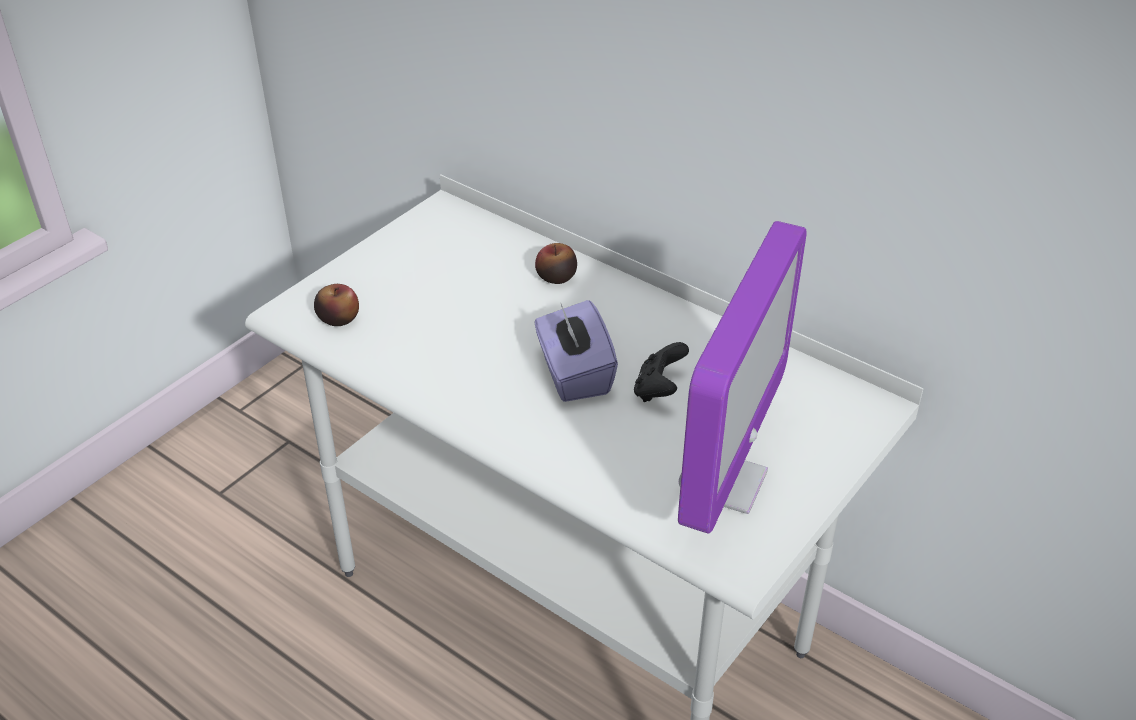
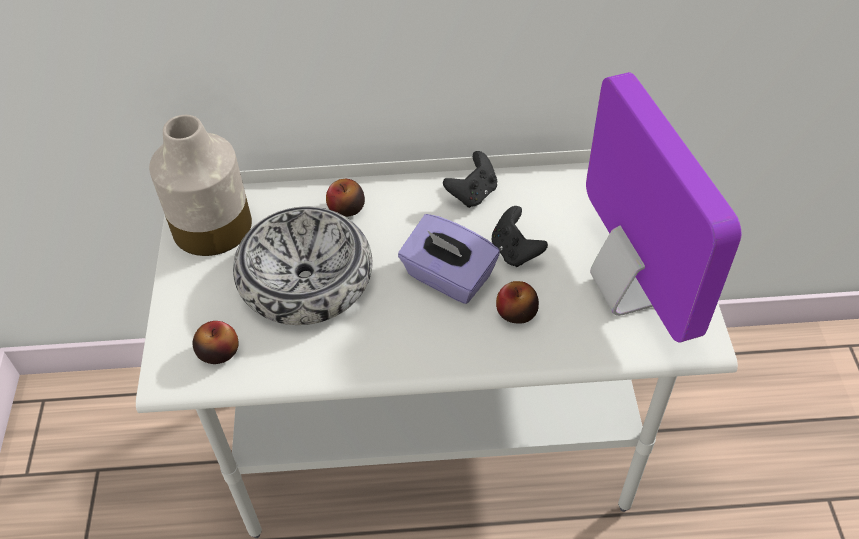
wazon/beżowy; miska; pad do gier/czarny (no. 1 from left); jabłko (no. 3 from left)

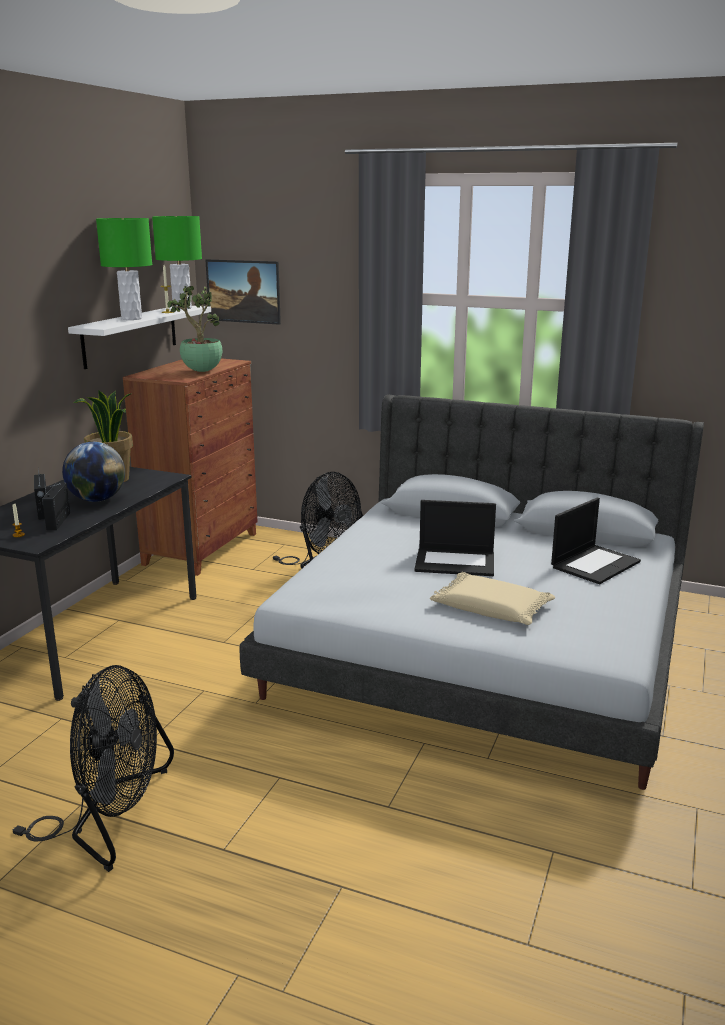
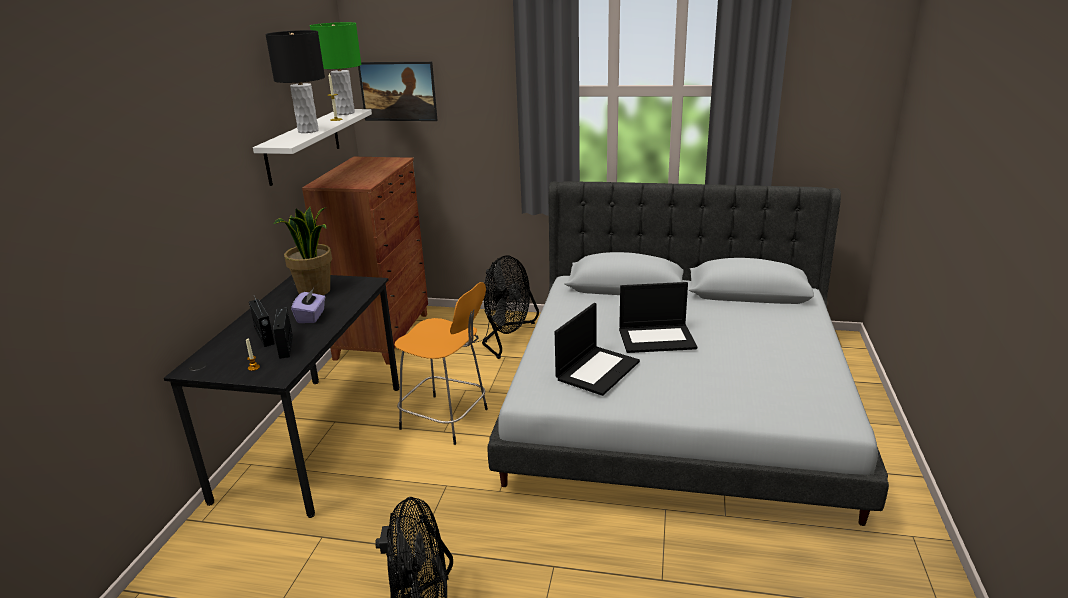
roślina doniczkowa (no. 2 from left in the first image); poduszka/beżowy; stołek/pomarańczowy; laptop (no. 1 from left); pudełko chusteczek/fioletowy; lampa stołowa/czarny

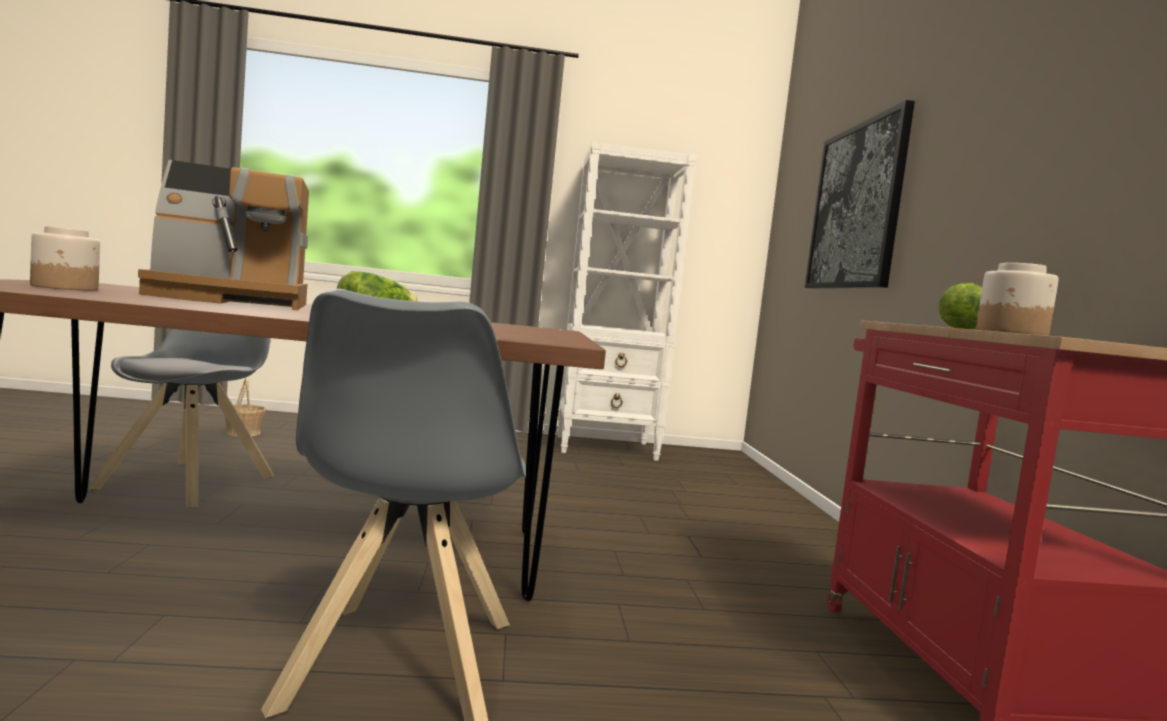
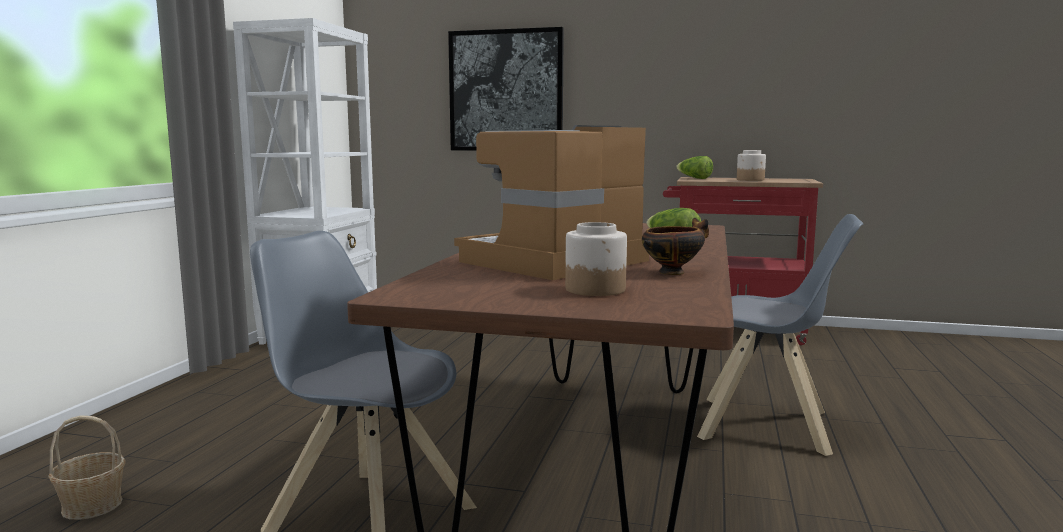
miska; ekspres do kawy

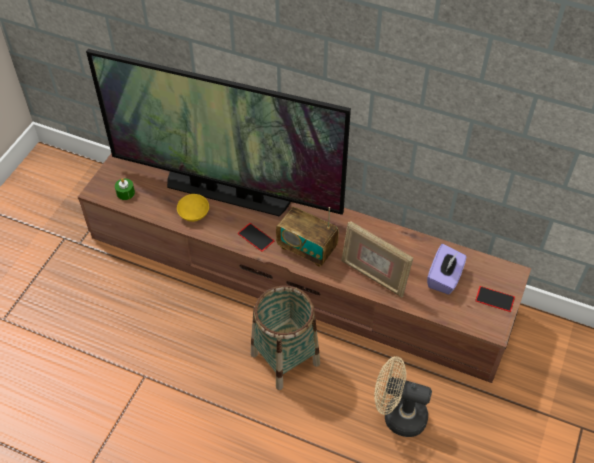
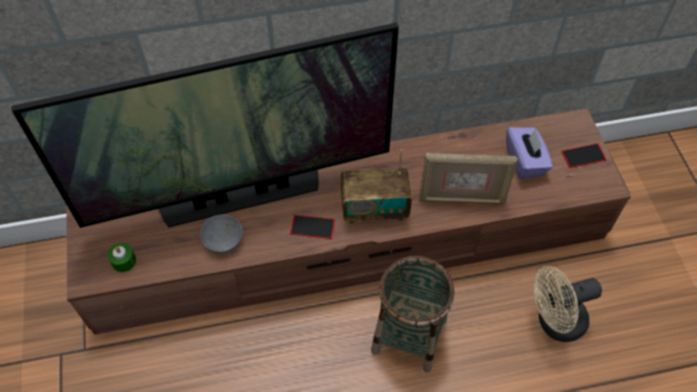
miska/szary

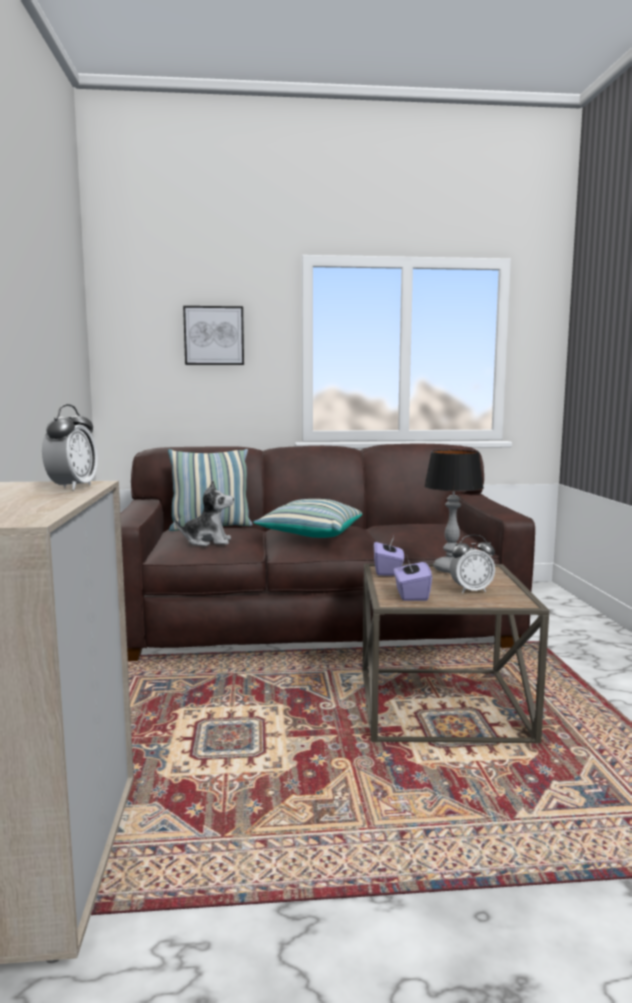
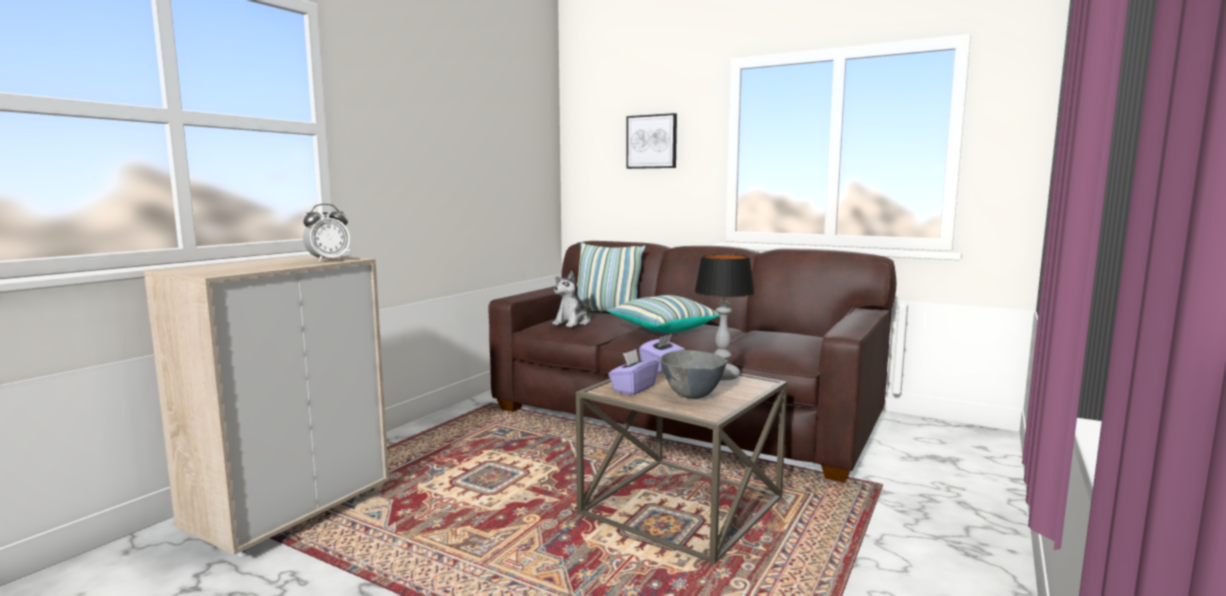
miska/szary; pluszak

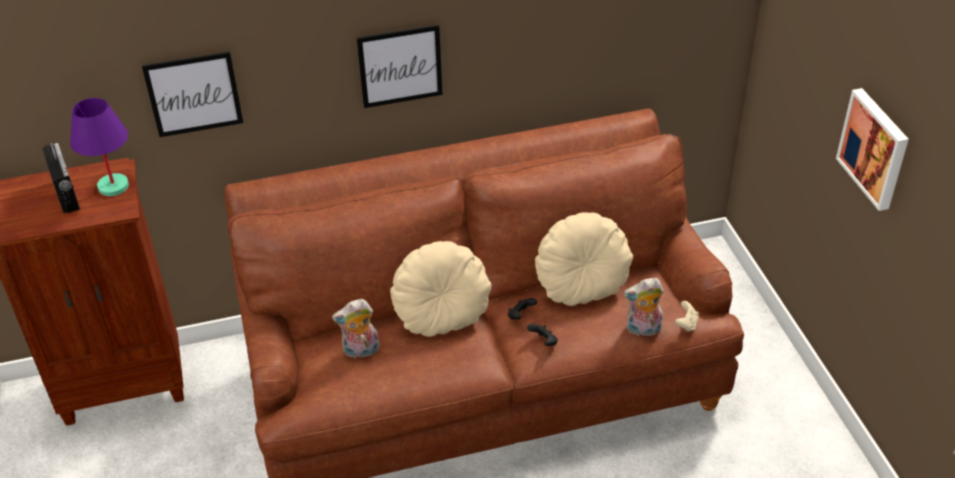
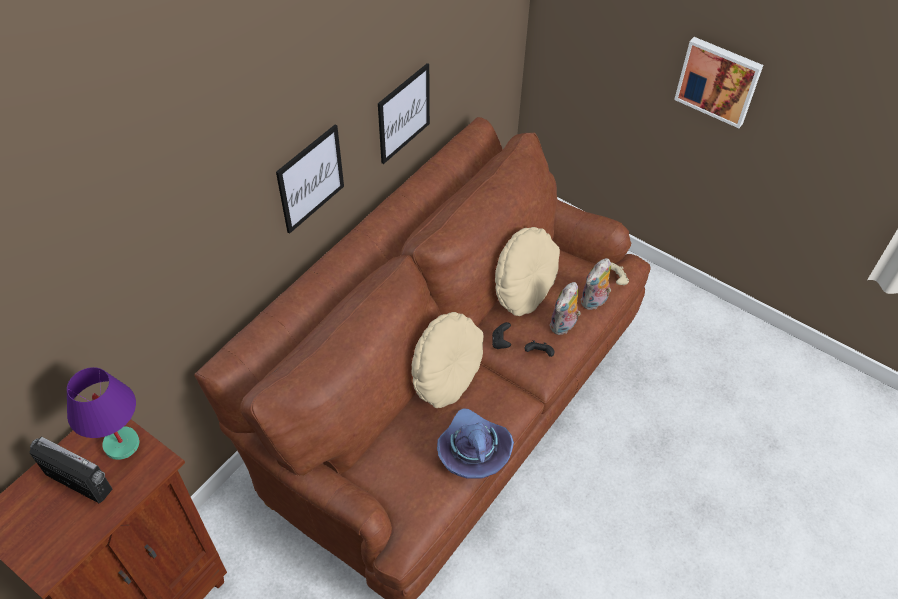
kapelusz/fioletowy; obraz (no. 2 from left); pluszak (no. 1 from left)

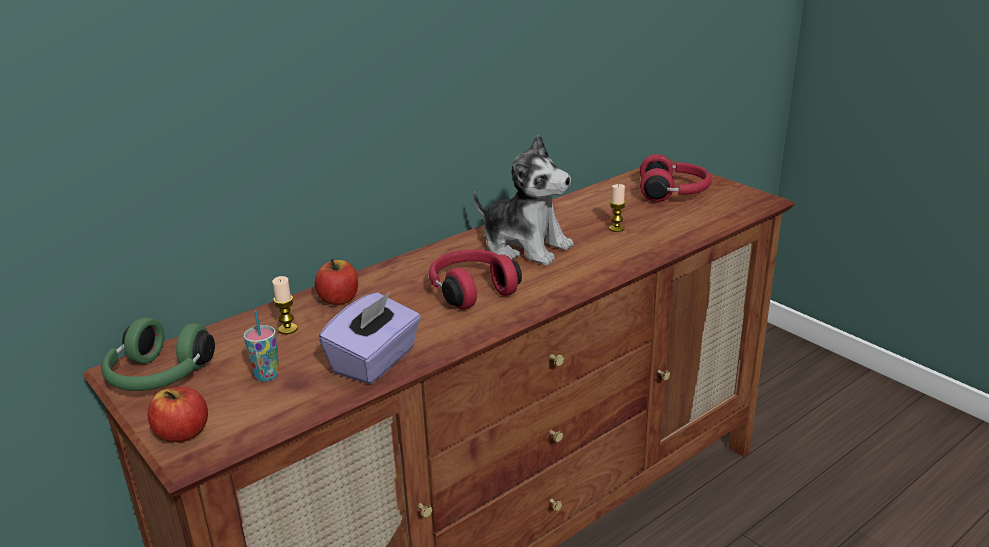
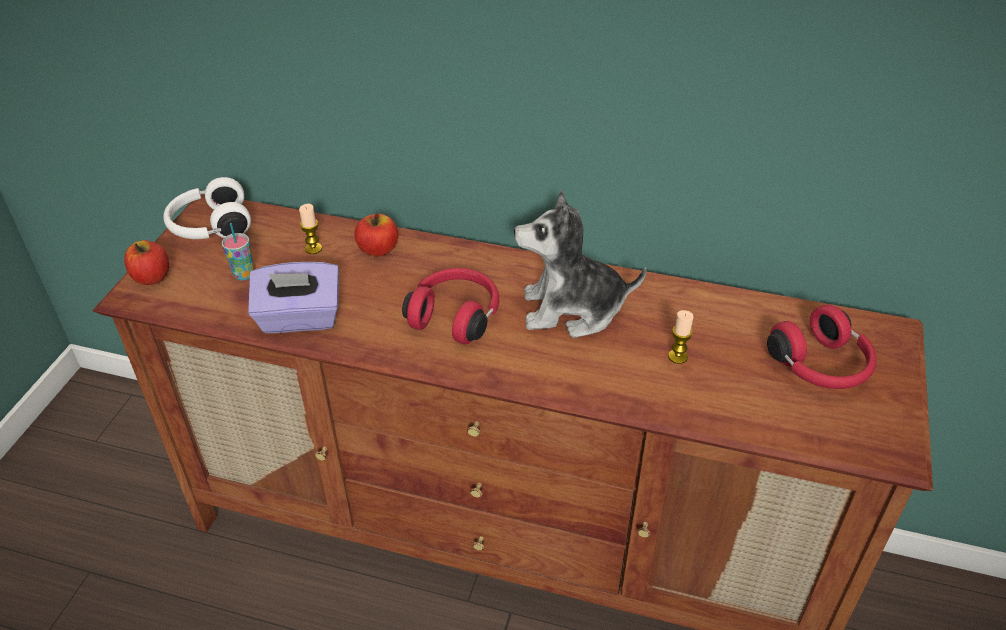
słuchawki/biały; pluszak

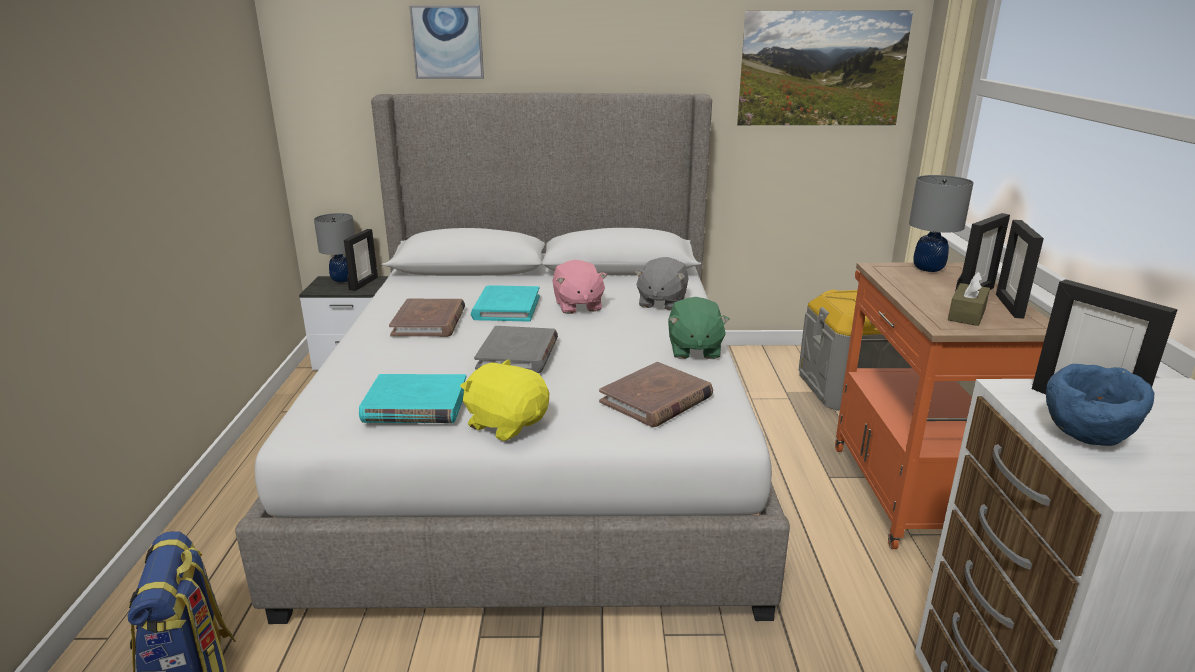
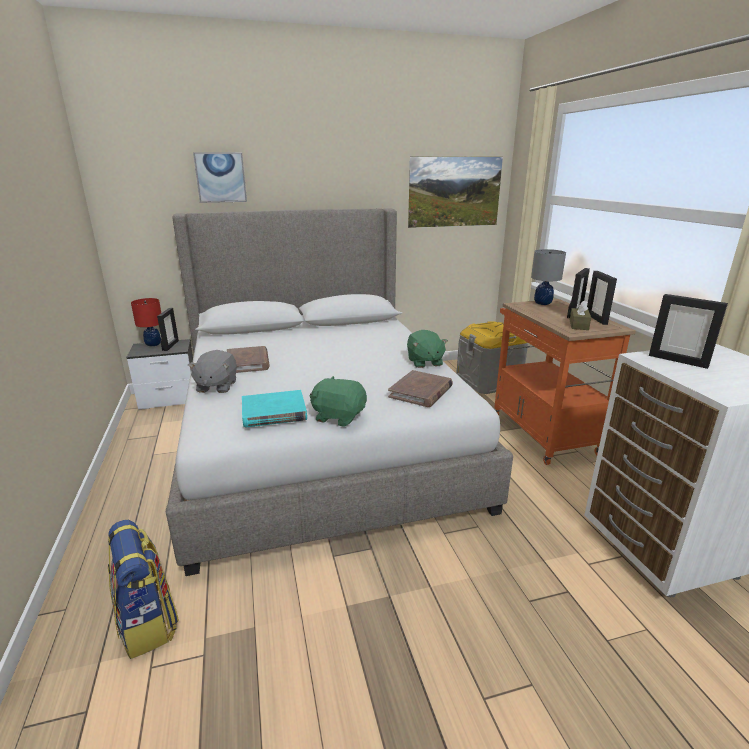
książka/turkusowy (no. 2 from left in the first image); książka/szary; pluszak/różowy; miska/niebieski; pluszak/szary; lampa stołowa/czerwony; pluszak/zielony (no. 1 from left)

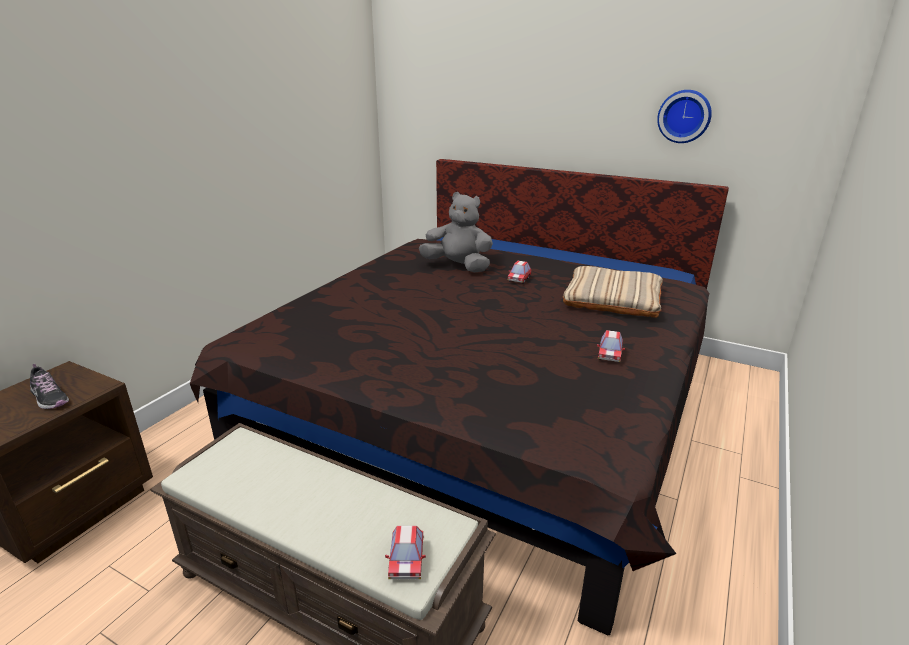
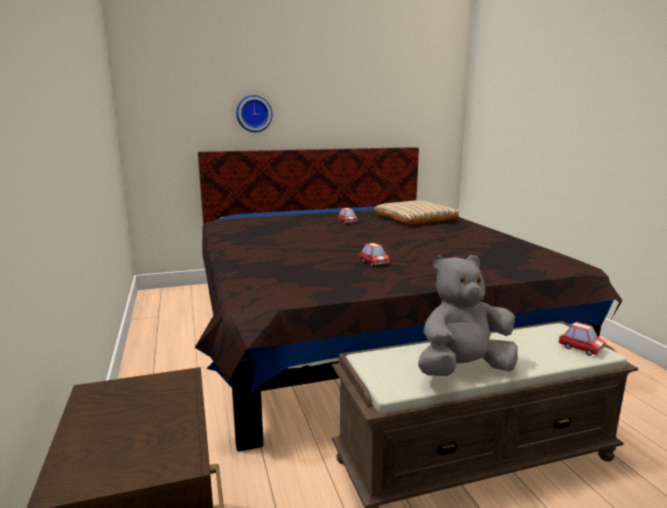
but; pluszak/szary; samochodzik (no. 2 from left); zegar ścienny

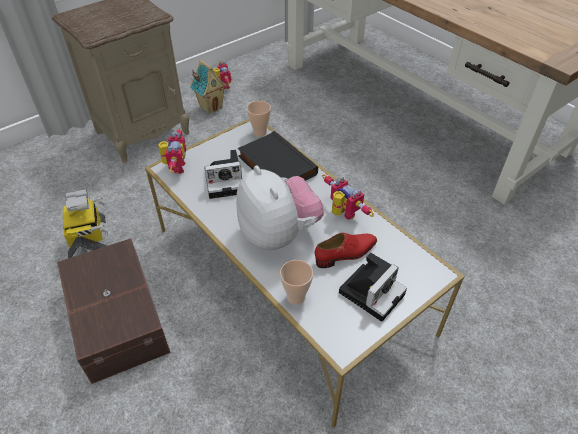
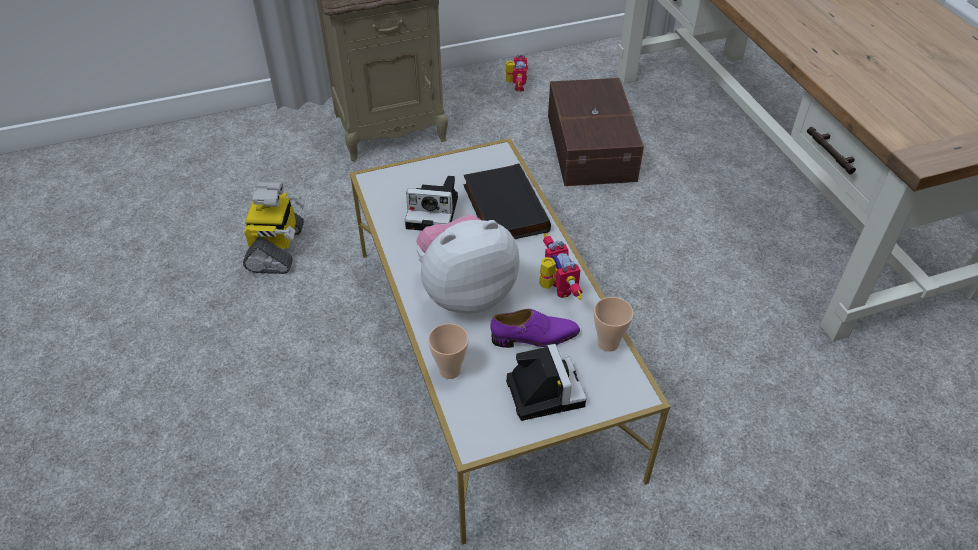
robot zabawkowy (no. 2 from left in the first image); domek; pojemnik do przechowywania/brązowy; filiżanka (no. 2 from left); but/fioletowy; pluszak; aparat fotograficzny (no. 2 from left)

